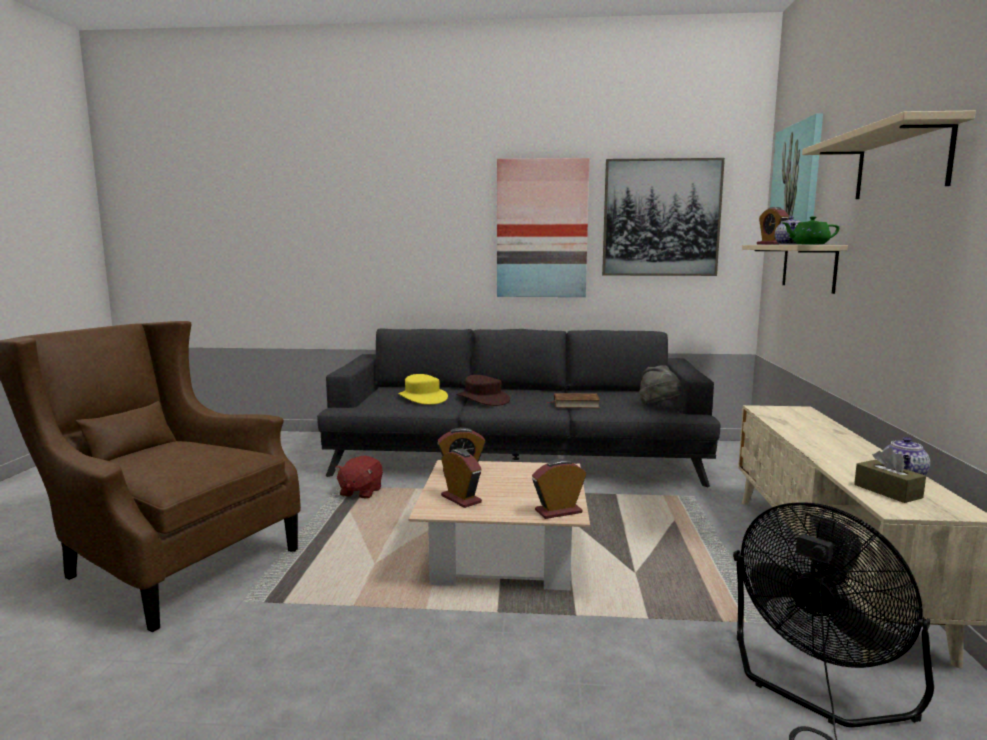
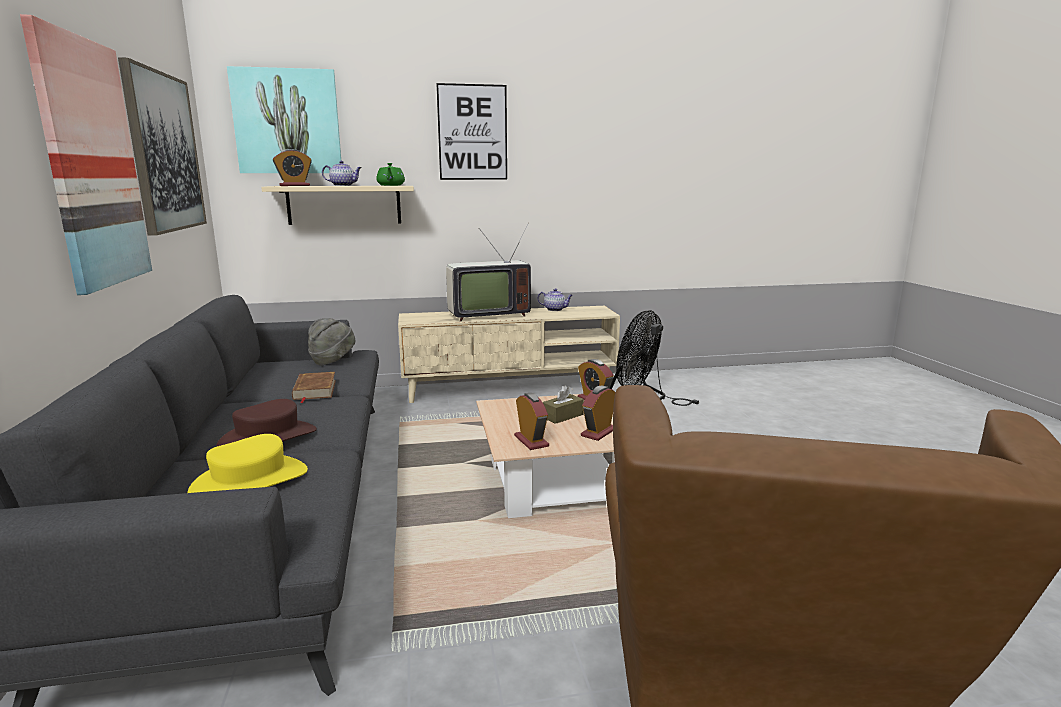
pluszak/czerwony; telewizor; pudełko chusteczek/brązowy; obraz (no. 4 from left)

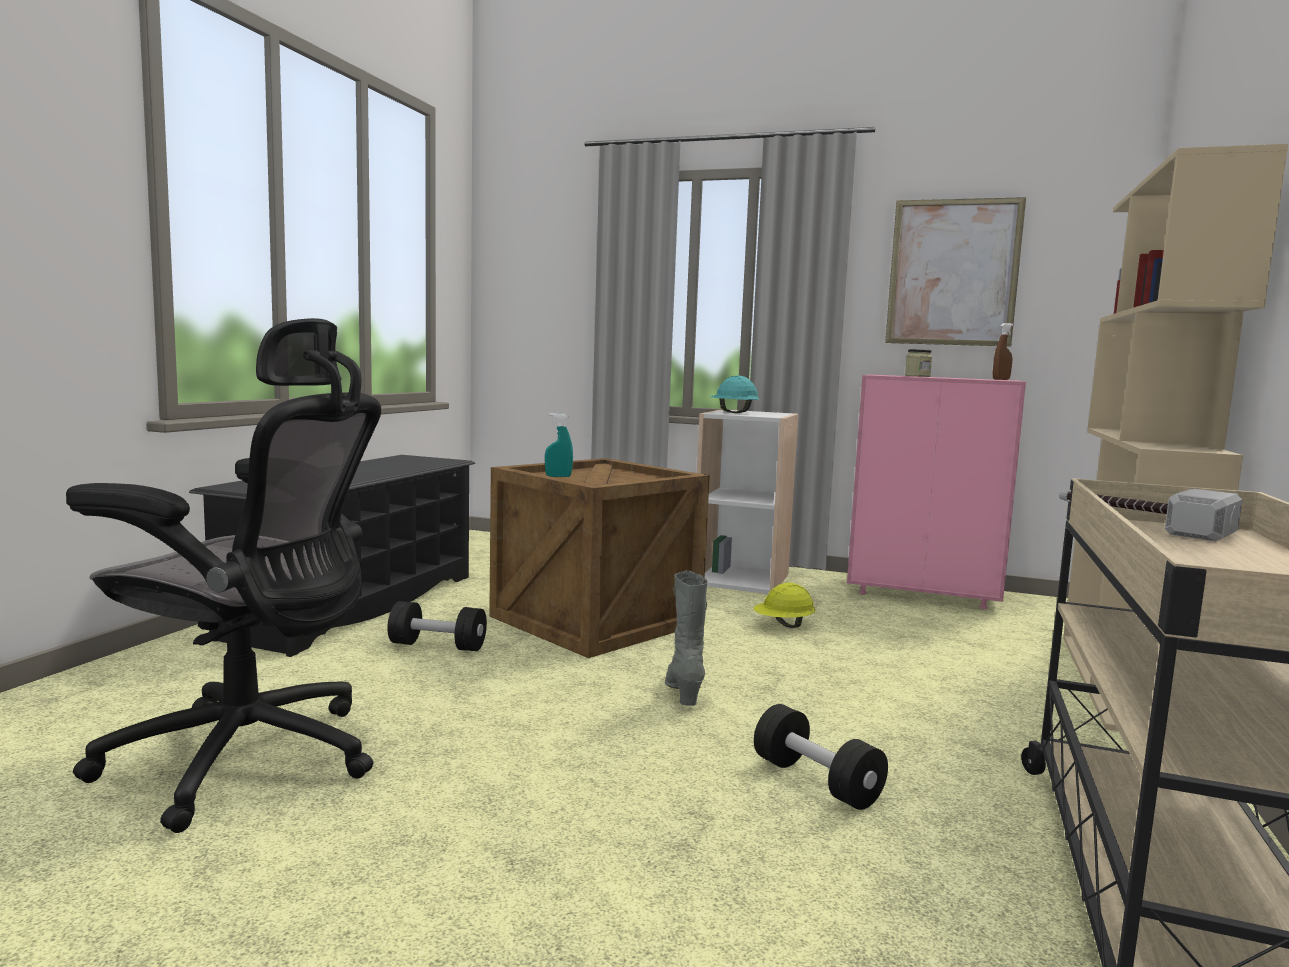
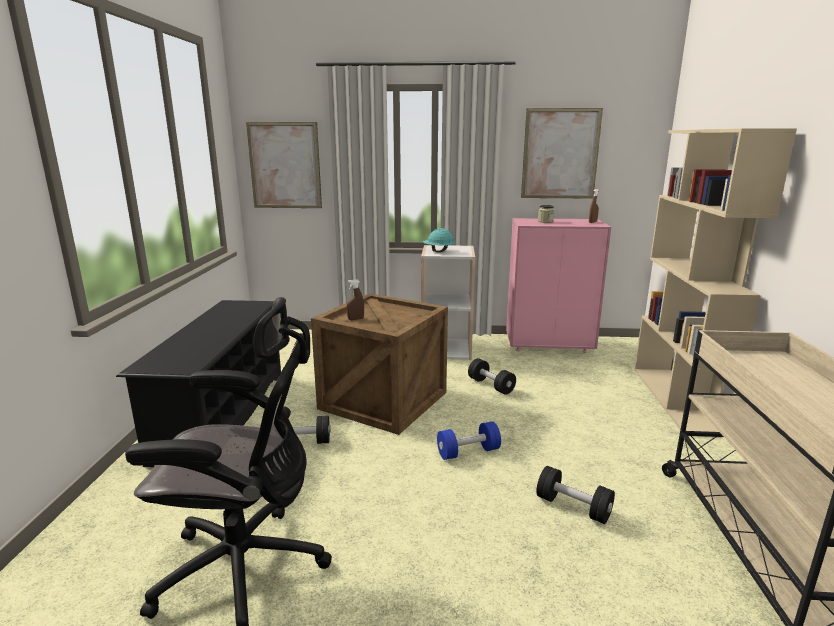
młotek; obraz (no. 1 from left); hantel/niebieski; hantel/czarny (no. 2 from left); spryskiwacz/brązowy (no. 1 from left)

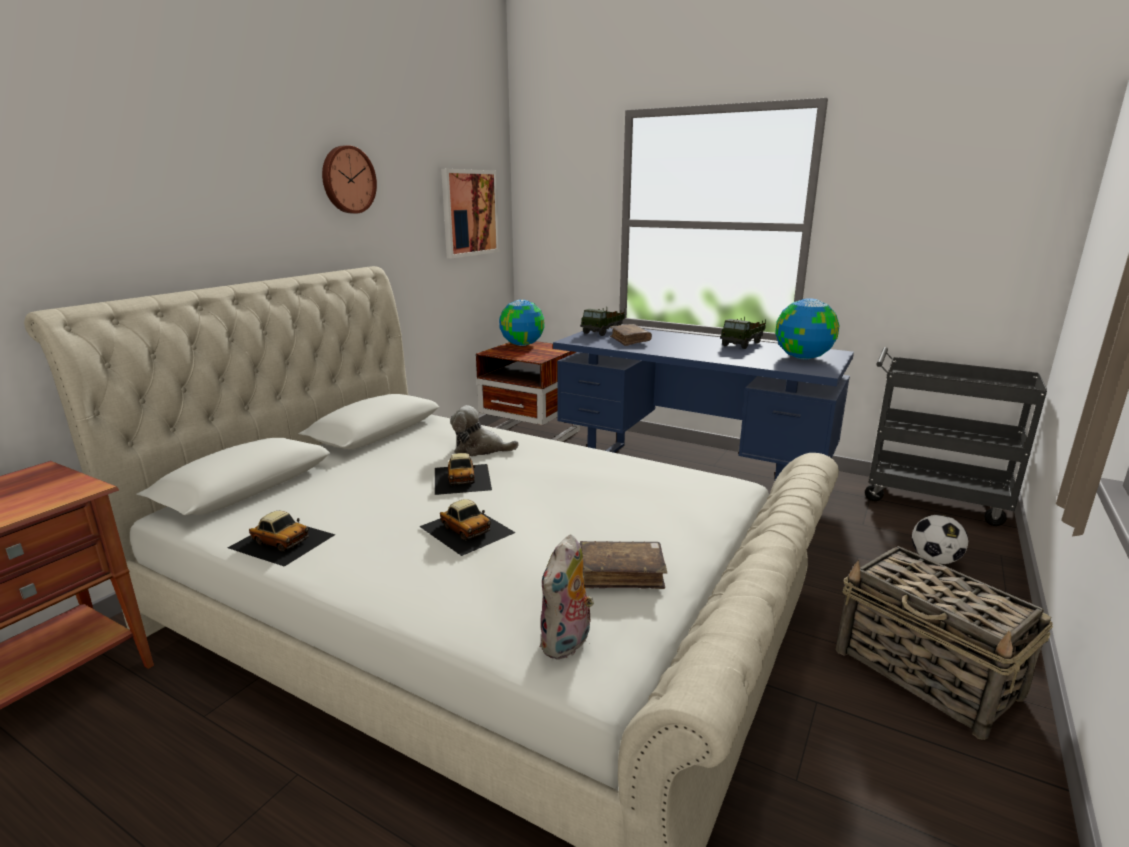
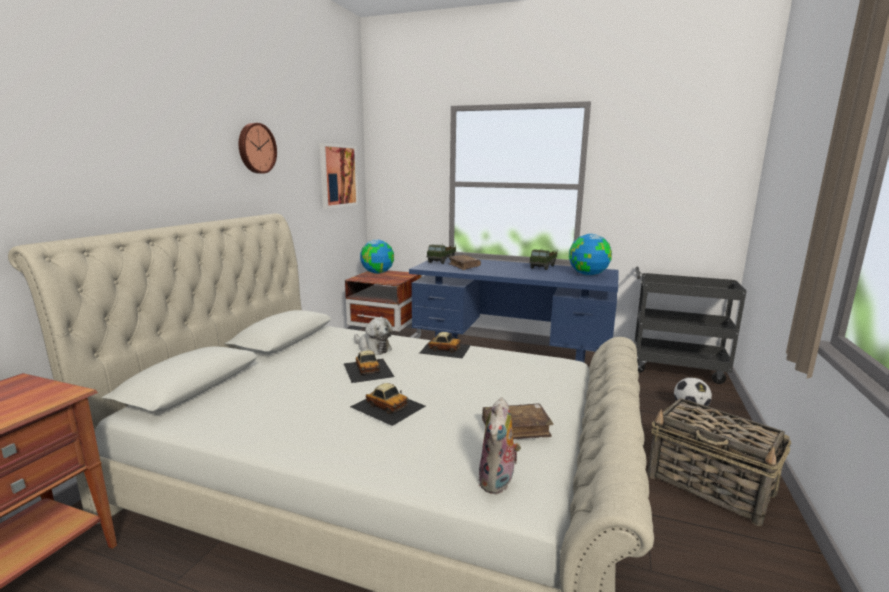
samochodzik (no. 3 from left); pluszak (no. 1 from left)

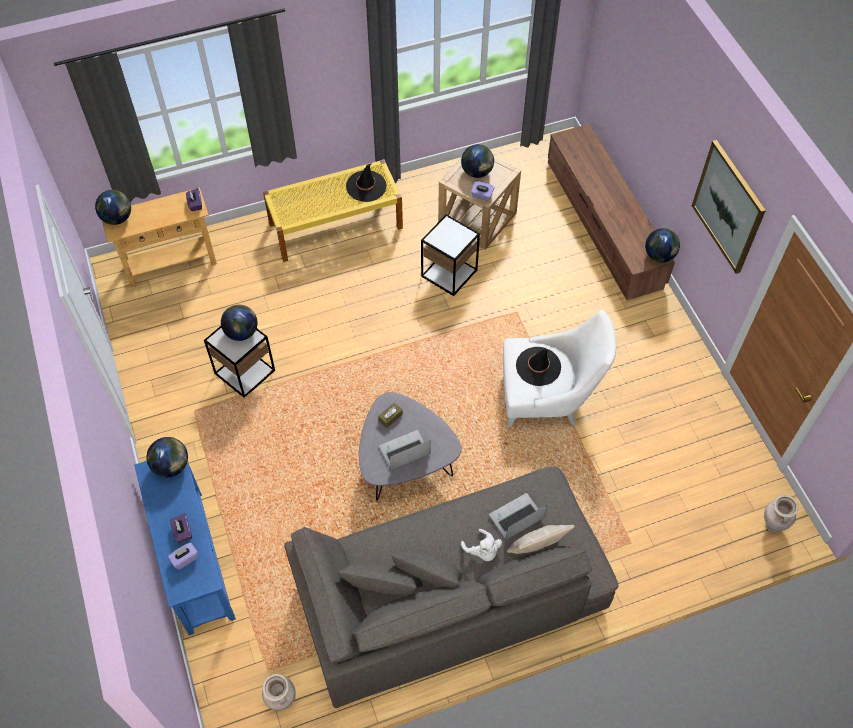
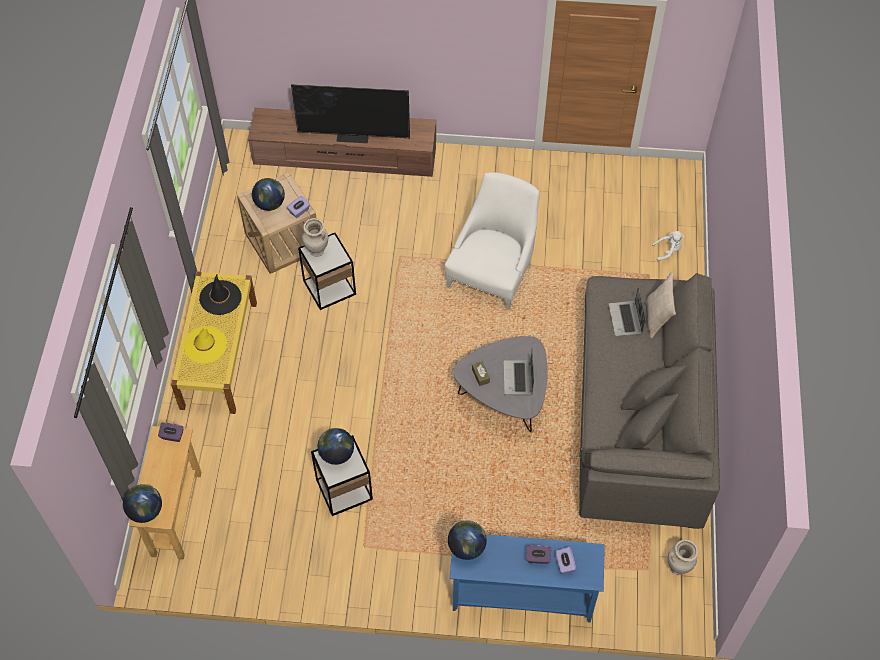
kapelusz/czarny (no. 2 from left in the first image); globus (no. 5 from left in the first image); obraz; kapelusz/żółty; telewizor; pluszak/biały; wazon/beżowy (no. 1 from left)

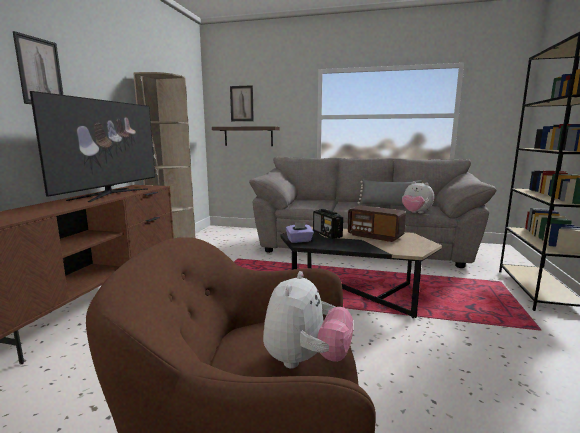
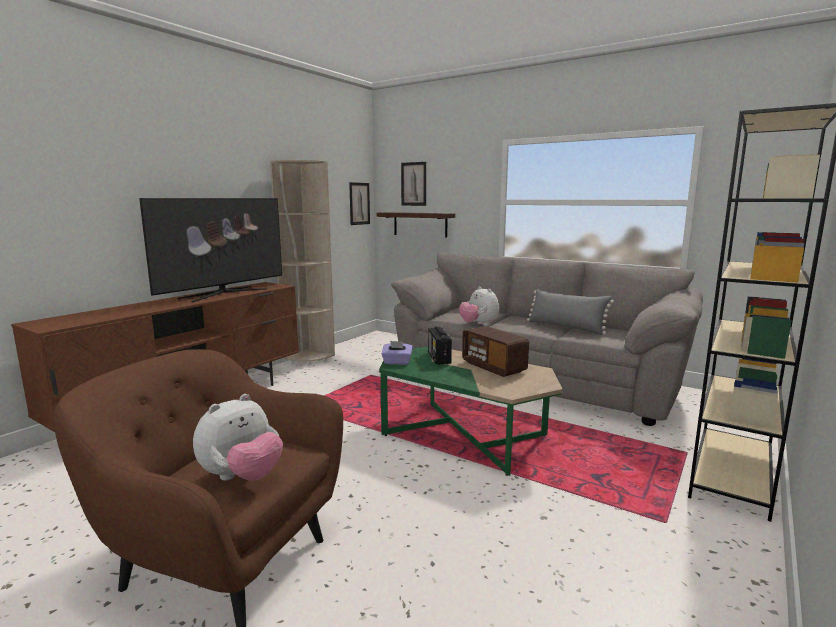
obraz (no. 1 from left); pluszak (no. 2 from left); ława/zielony

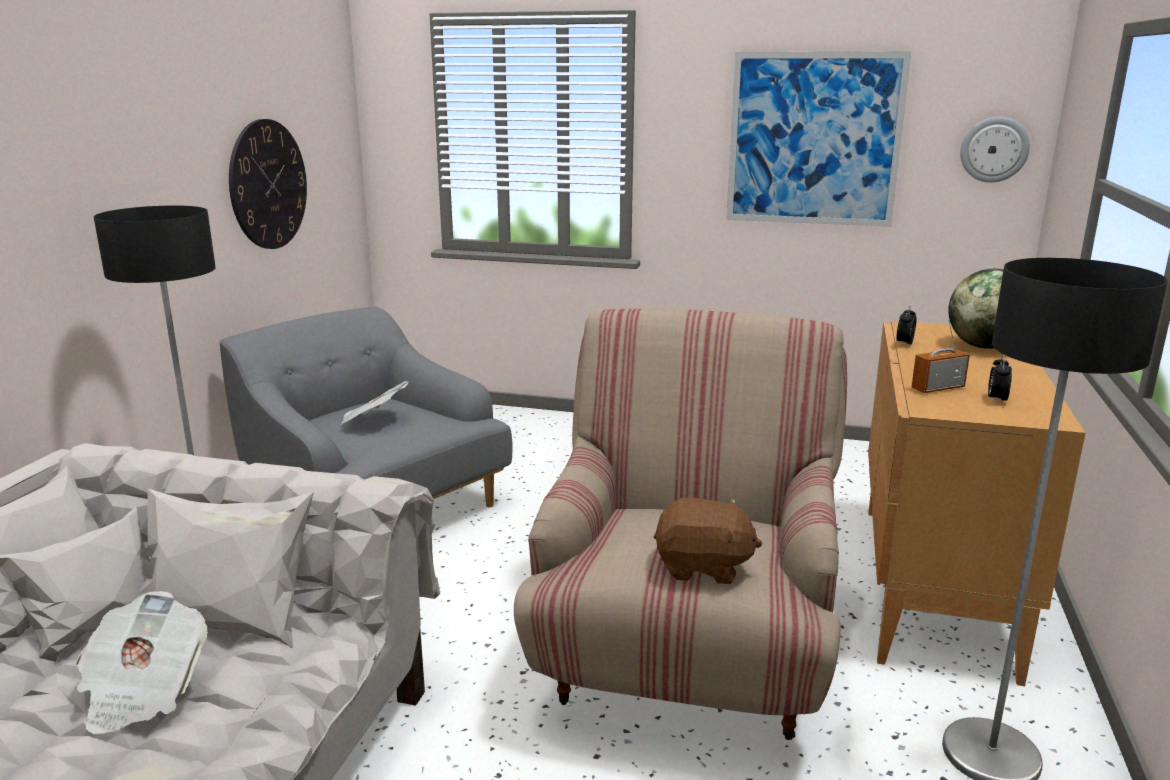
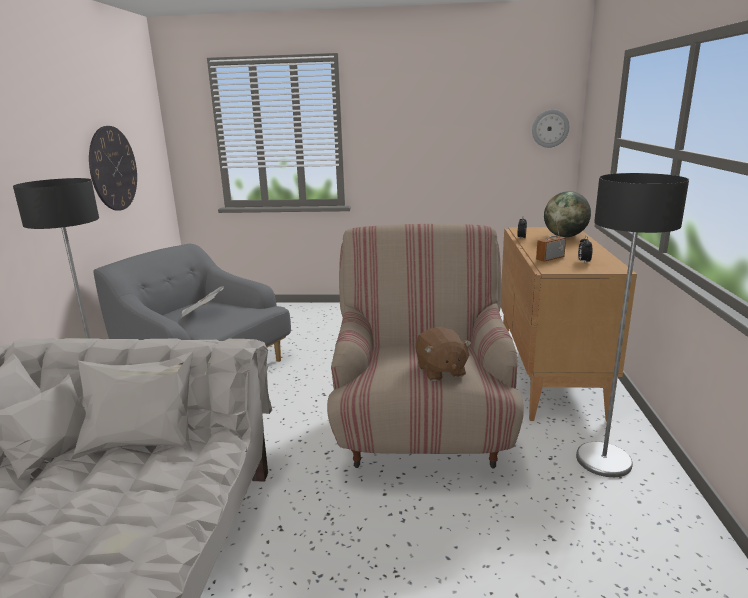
gazeta (no. 1 from left in the first image); obraz; pluszak/brązowy

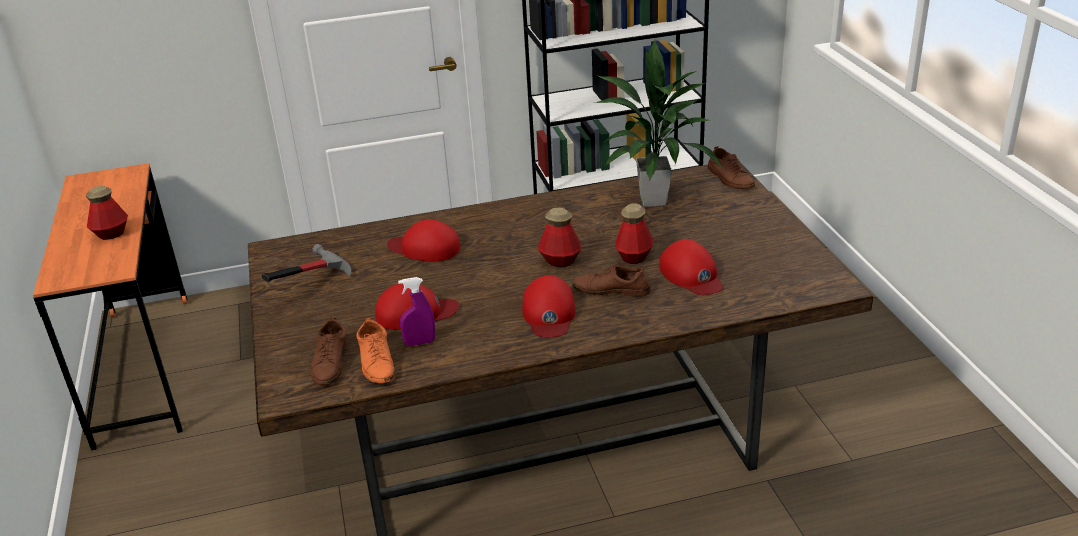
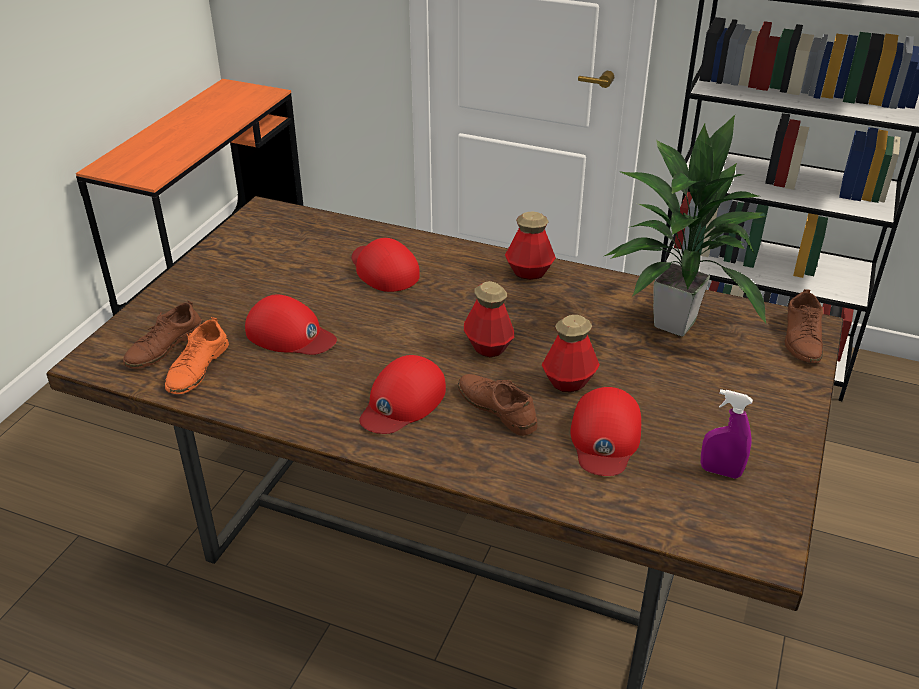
młotek; butelka (no. 2 from left); spryskiwacz/fioletowy

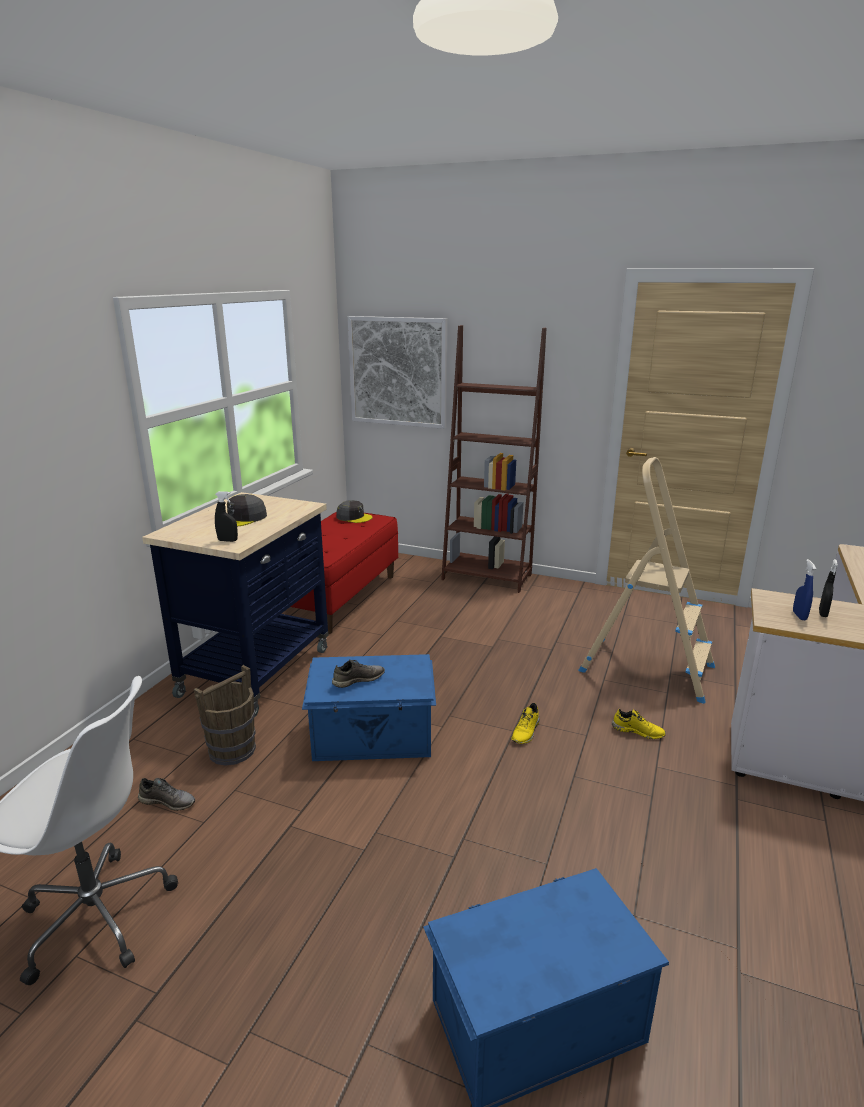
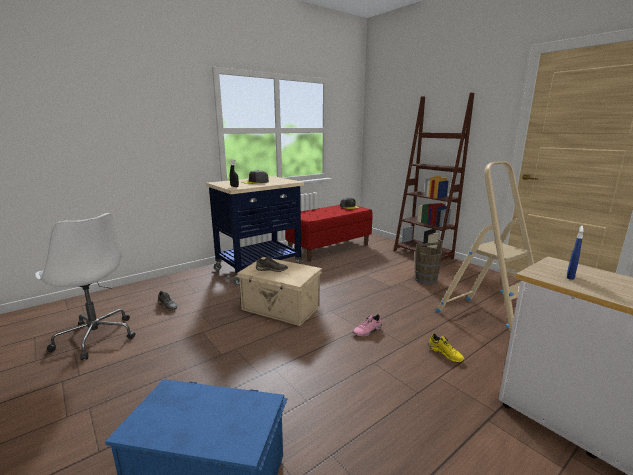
obraz; spryskiwacz/czarny (no. 2 from left in the first image); wiadro/brązowy; pojemnik do przechowywania/beżowy; but/różowy

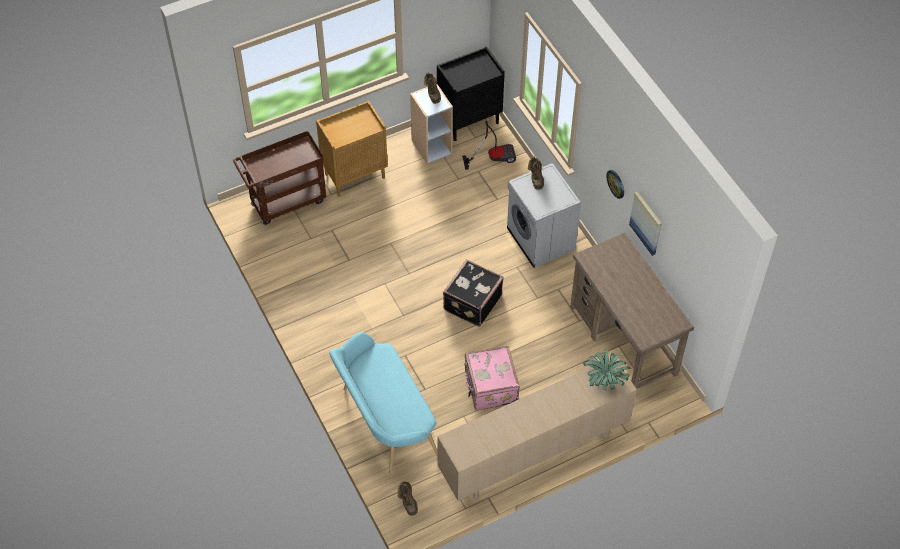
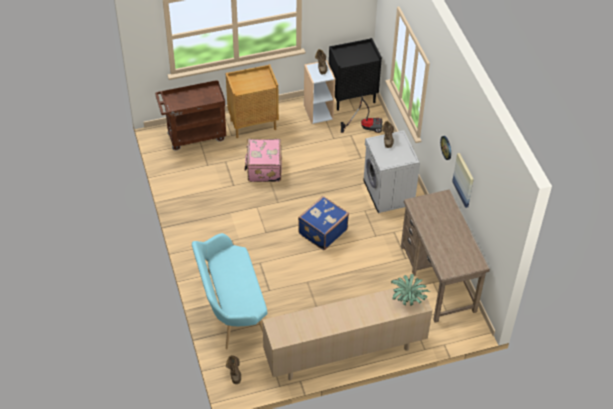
walizka/różowy; walizka/niebieski

